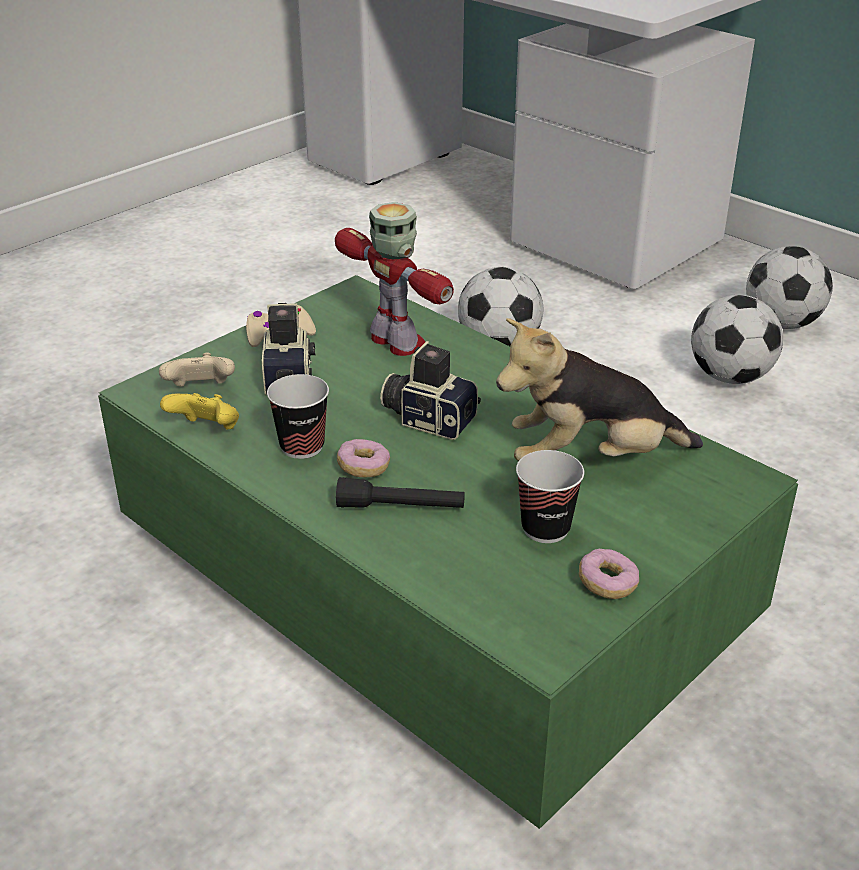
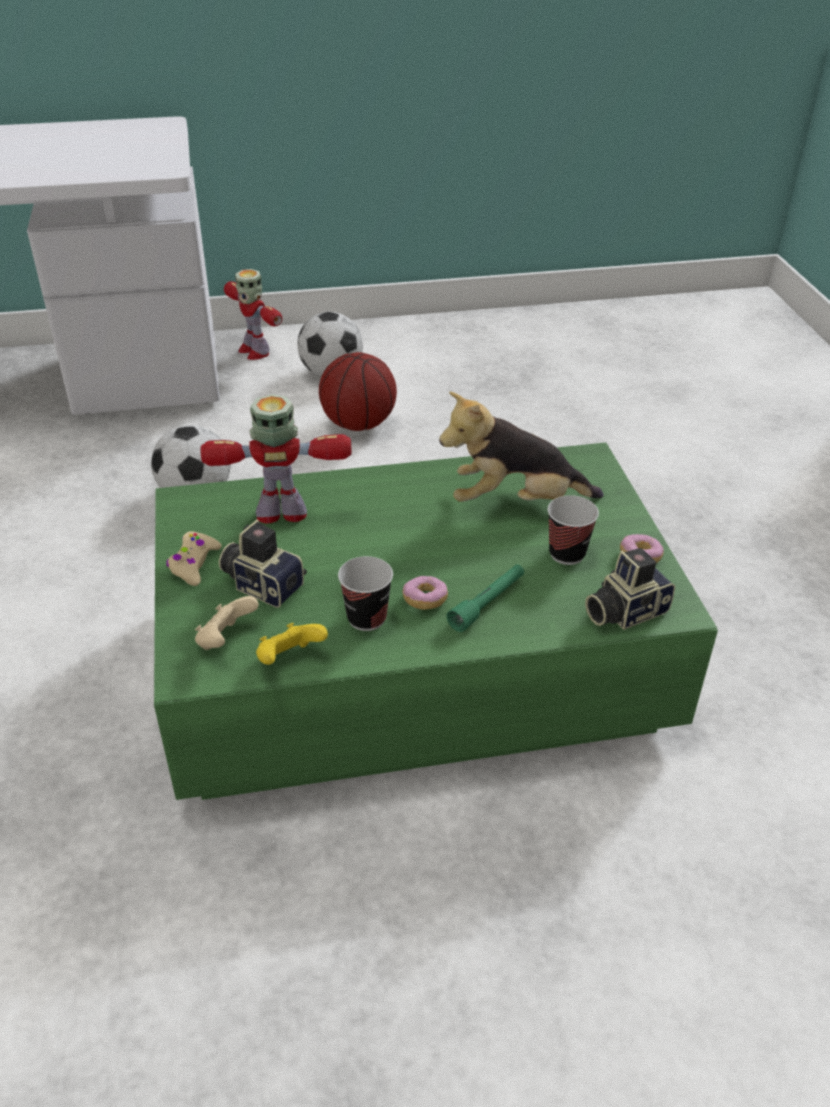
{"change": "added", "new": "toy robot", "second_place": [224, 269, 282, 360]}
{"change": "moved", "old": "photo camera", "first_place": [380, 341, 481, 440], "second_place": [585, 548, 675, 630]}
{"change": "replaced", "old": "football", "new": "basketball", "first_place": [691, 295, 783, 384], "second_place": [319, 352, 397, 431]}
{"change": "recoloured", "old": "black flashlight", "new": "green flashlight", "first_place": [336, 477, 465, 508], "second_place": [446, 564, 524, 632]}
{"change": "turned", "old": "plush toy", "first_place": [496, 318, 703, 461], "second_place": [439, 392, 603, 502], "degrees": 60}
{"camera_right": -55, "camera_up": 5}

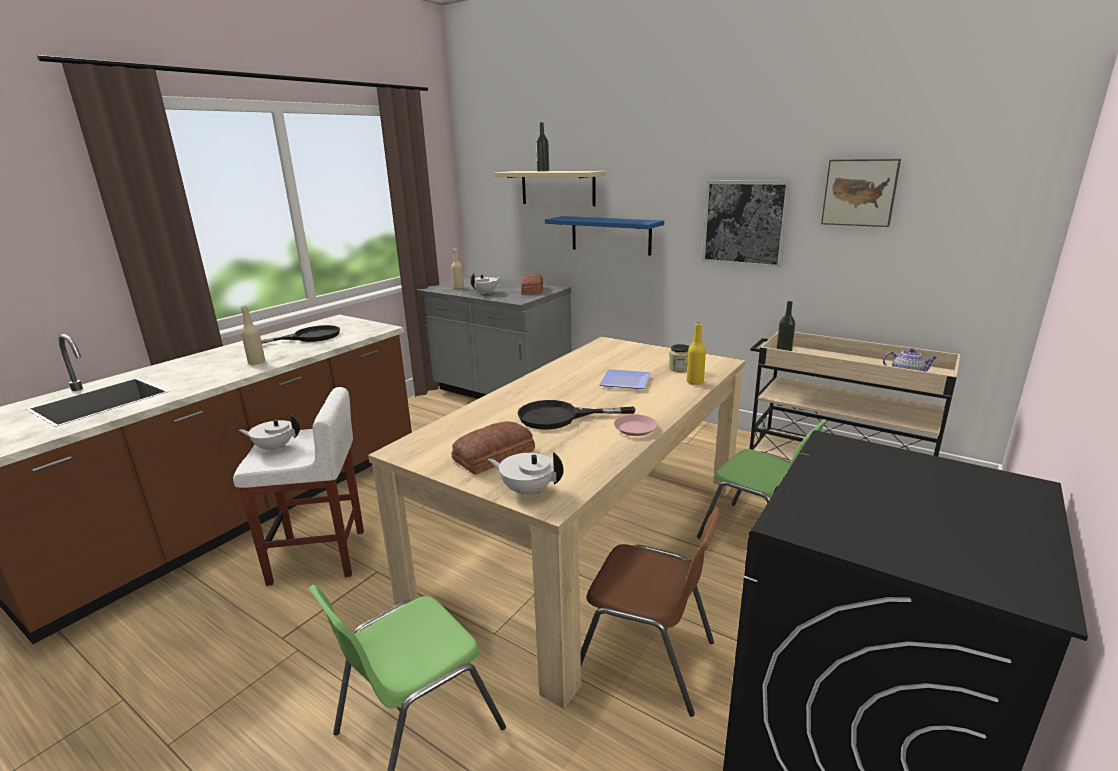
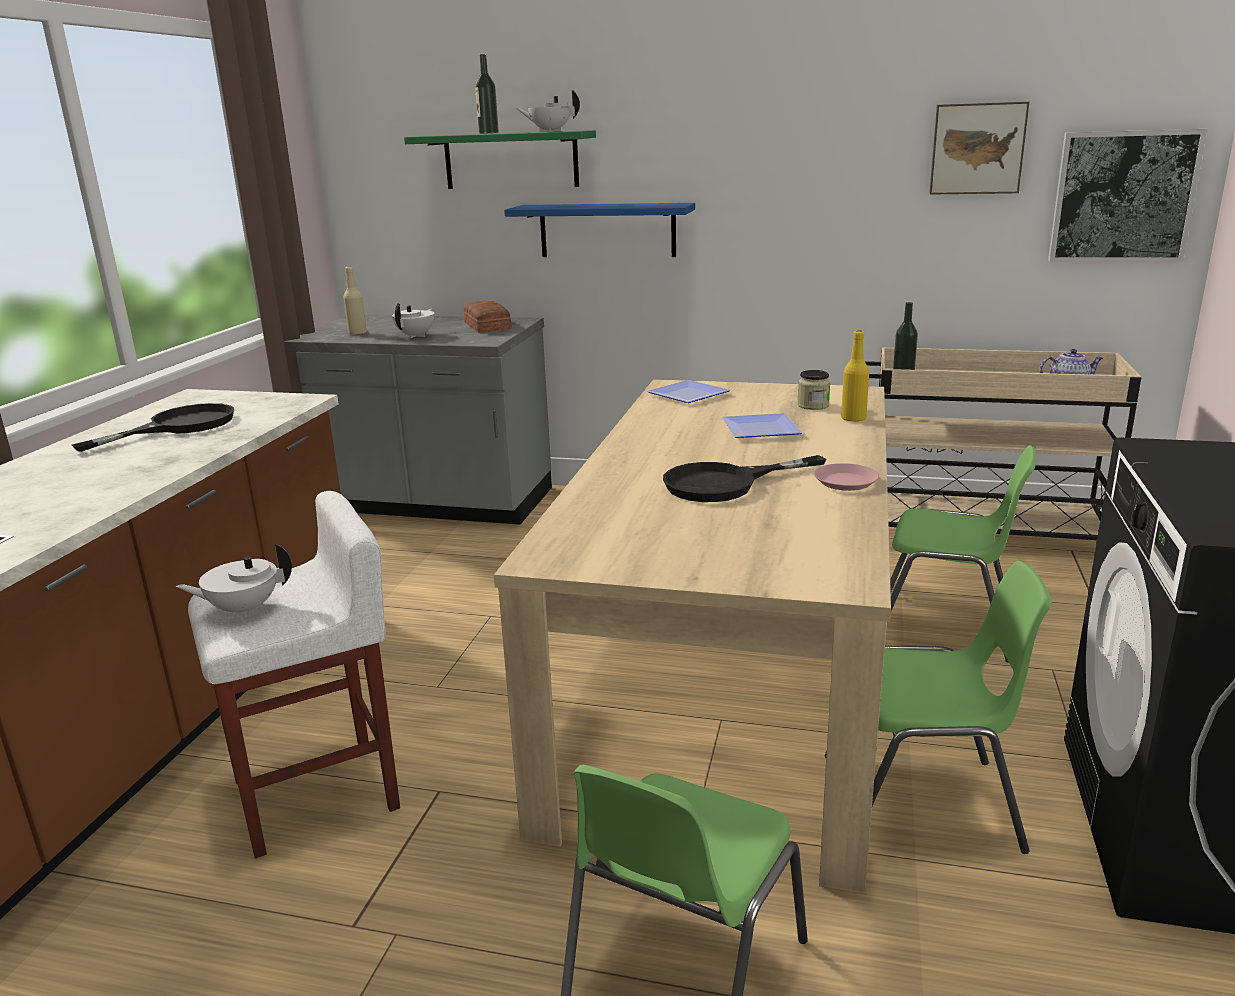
{"change": "removed", "old": "beige bottle", "first_place": [241, 306, 265, 365]}
{"change": "removed", "old": "bread", "first_place": [452, 421, 535, 475]}
{"change": "added", "new": "plate", "second_place": [647, 380, 730, 403]}
{"change": "moved", "old": "white teapot", "first_place": [488, 452, 564, 498], "second_place": [516, 90, 580, 132]}
{"change": "moved", "old": "picture", "first_place": [702, 180, 791, 268], "second_place": [1048, 129, 1207, 262]}
{"change": "recoloured", "old": "beige shelf", "new": "green shelf", "first_place": [493, 171, 606, 206], "second_place": [404, 130, 596, 189]}
{"change": "recoloured", "old": "brown chair", "new": "green chair", "first_place": [581, 508, 721, 717], "second_place": [825, 561, 1052, 854]}
{"camera_right": -20, "camera_up": 0}

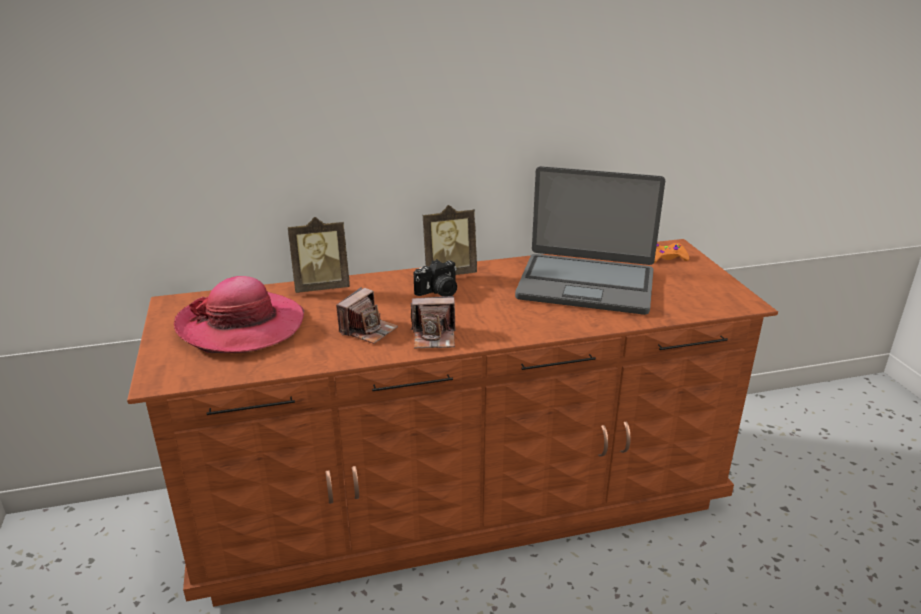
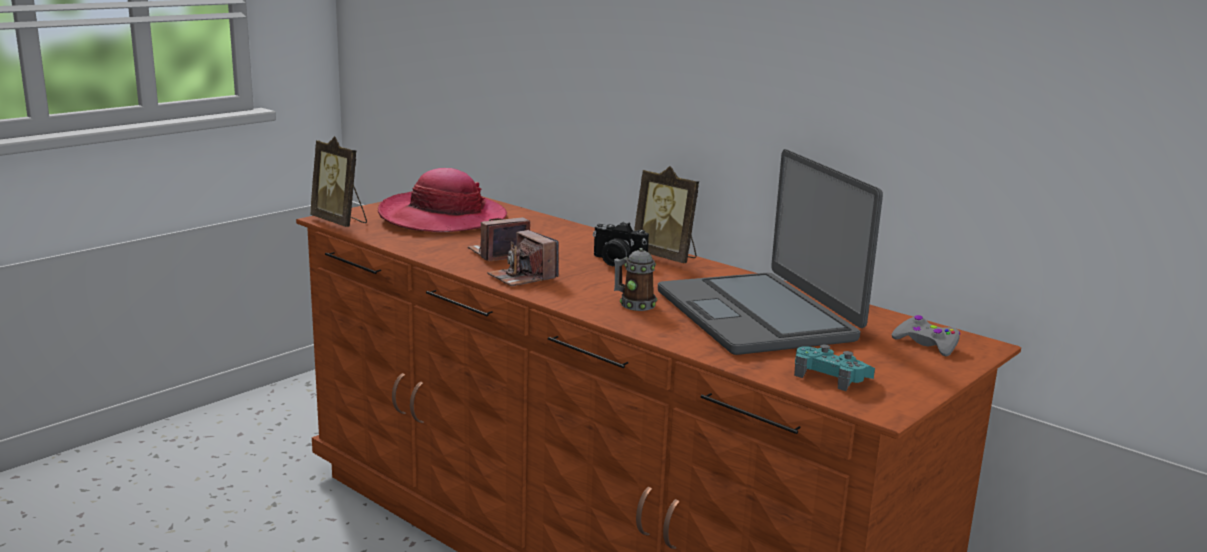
{"change": "added", "new": "mug", "second_place": [614, 248, 657, 311]}
{"change": "added", "new": "turquoise game controller", "second_place": [794, 345, 875, 391]}
{"change": "moved", "old": "picture frame", "first_place": [288, 217, 350, 293], "second_place": [310, 136, 367, 227]}
{"change": "recoloured", "old": "orange game controller", "new": "grey game controller", "first_place": [654, 243, 689, 263], "second_place": [892, 315, 960, 356]}
{"change": "turned", "old": "photo camera", "first_place": [336, 287, 398, 344], "second_place": [468, 217, 530, 261], "degrees": 150}
{"camera_right": 55, "camera_up": -10}

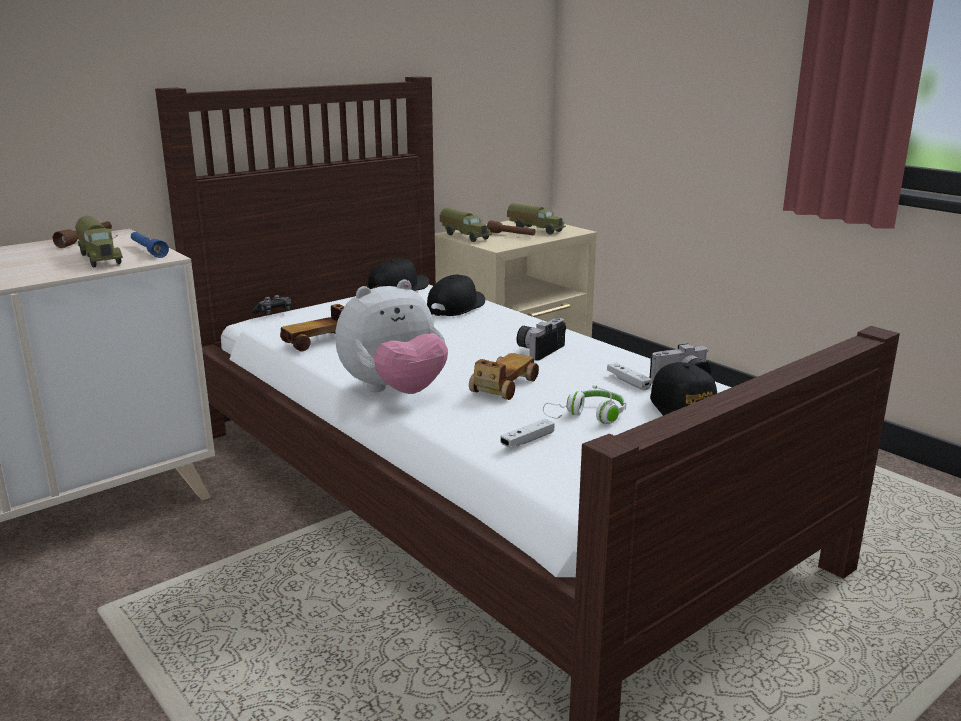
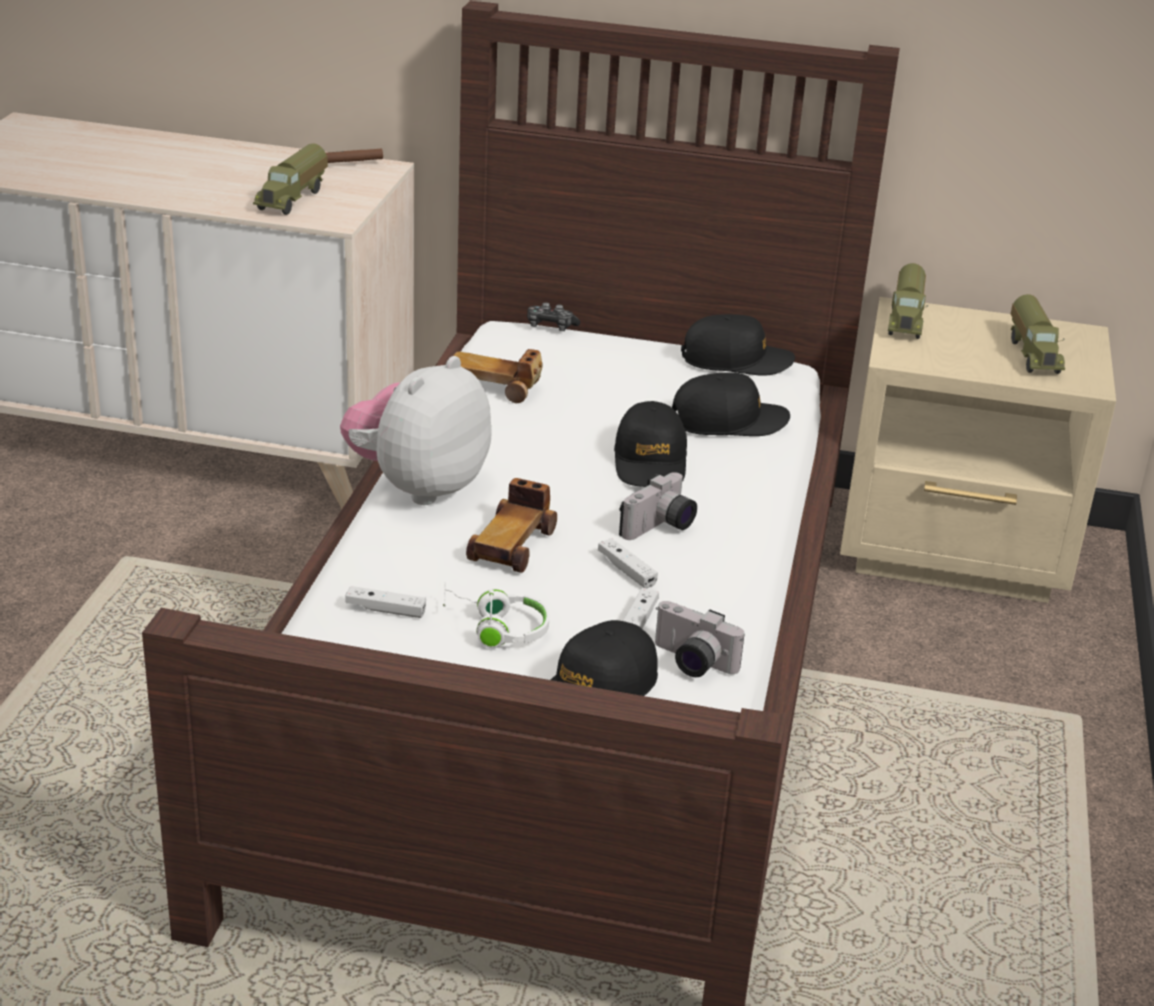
{"change": "removed", "old": "blue flashlight", "first_place": [131, 232, 169, 258]}
{"change": "removed", "old": "brown flashlight", "first_place": [487, 221, 536, 236]}
{"change": "added", "new": "white game controller", "second_place": [598, 538, 658, 588]}
{"change": "added", "new": "black cap", "second_place": [614, 401, 687, 487]}
{"change": "turned", "old": "plush toy", "first_place": [335, 279, 448, 394], "second_place": [340, 356, 492, 505], "degrees": 105}
{"change": "turned", "old": "toy car", "first_place": [469, 353, 539, 400], "second_place": [466, 478, 557, 573], "degrees": 120}
{"change": "turned", "old": "photo camera", "first_place": [517, 318, 566, 360], "second_place": [619, 472, 697, 540], "degrees": 135}
{"camera_right": 50, "camera_up": 10}

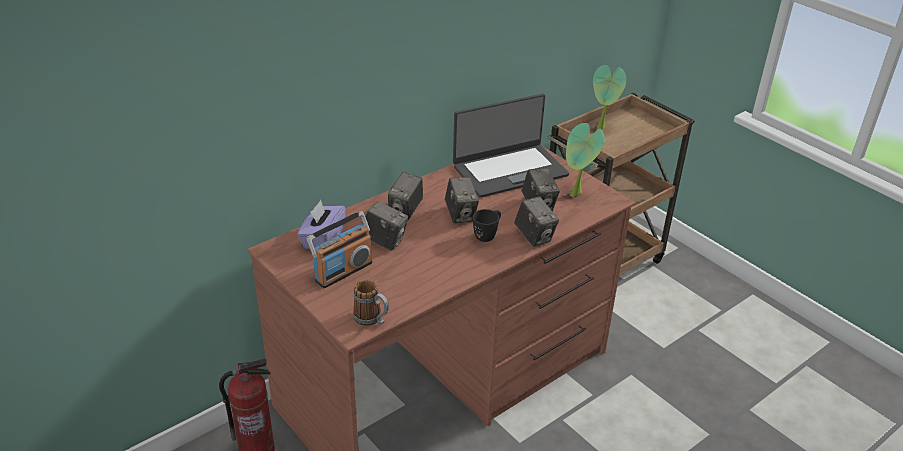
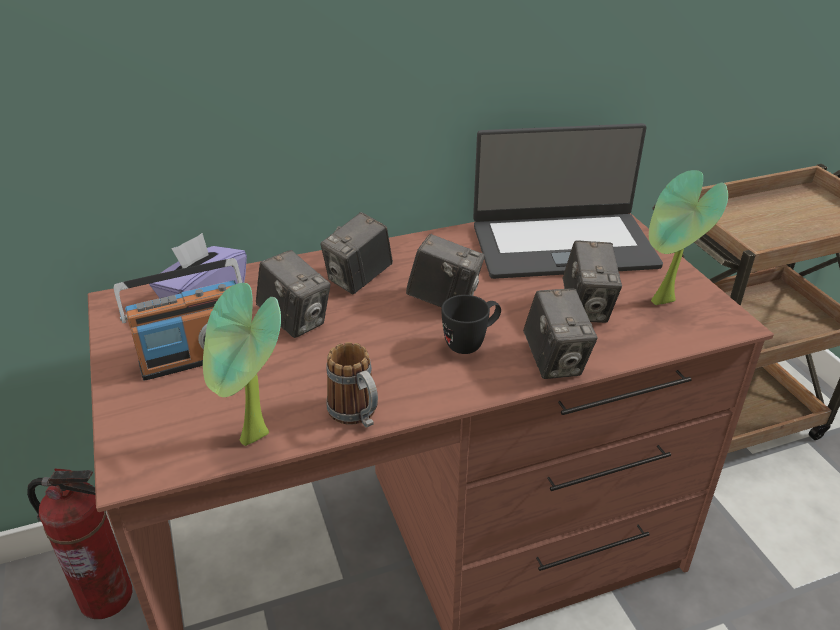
{"change": "moved", "old": "mug", "first_place": [353, 280, 389, 326], "second_place": [326, 342, 378, 428]}
{"change": "moved", "old": "potted plant", "first_place": [593, 65, 626, 130], "second_place": [203, 283, 281, 446]}
{"change": "turned", "old": "photo camera", "first_place": [445, 177, 479, 223], "second_place": [406, 234, 484, 307], "degrees": -75}
{"camera_right": 20, "camera_up": 0}

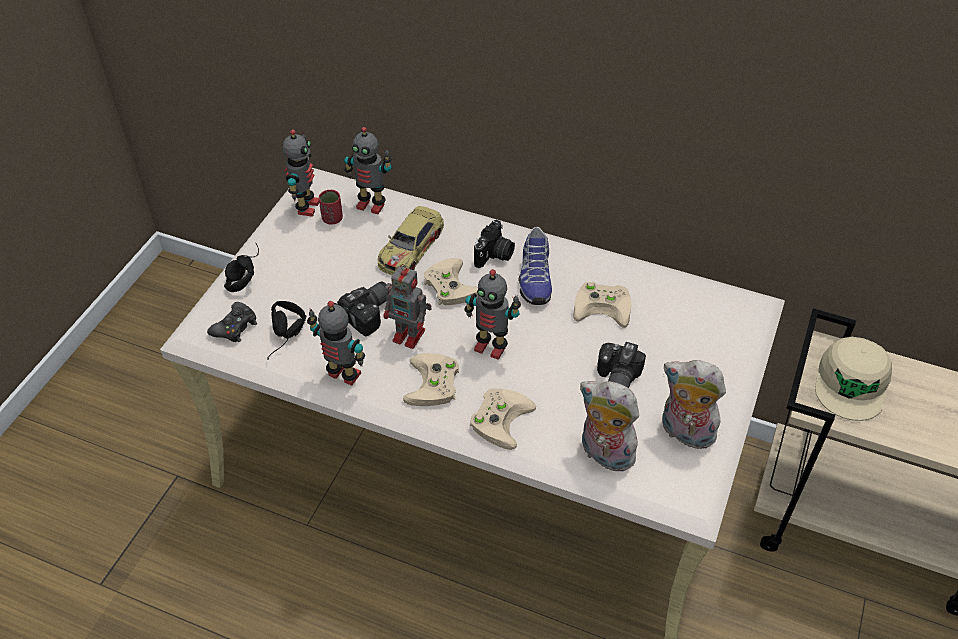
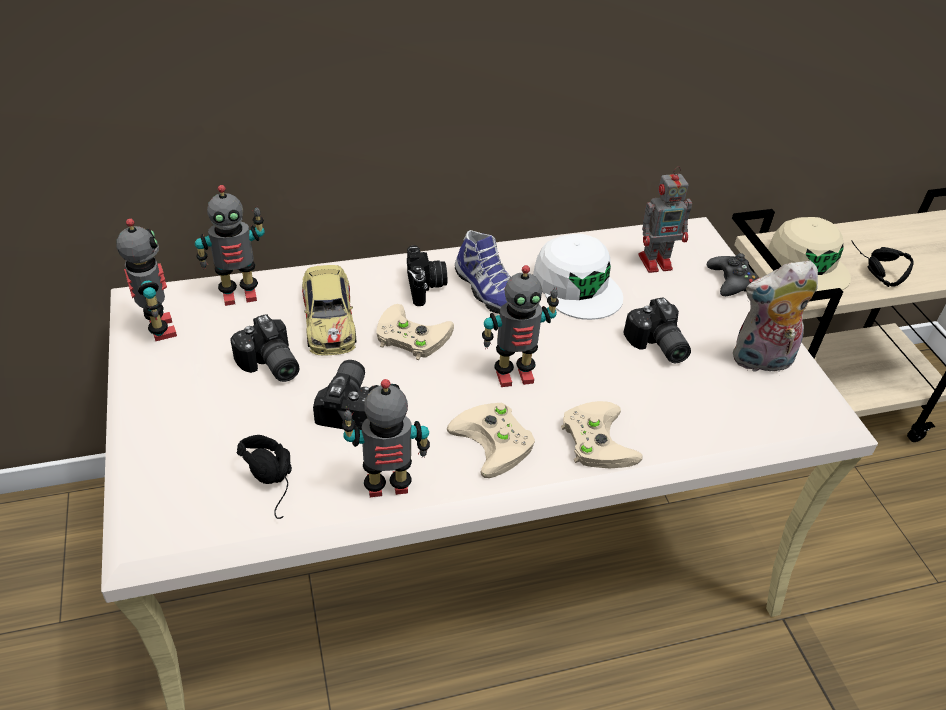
{"change": "removed", "old": "red cup", "first_place": [319, 190, 343, 225]}
{"change": "removed", "old": "plush toy", "first_place": [579, 381, 639, 471]}
{"change": "added", "new": "photo camera", "second_place": [231, 314, 299, 382]}
{"change": "moved", "old": "black game controller", "first_place": [207, 302, 257, 342], "second_place": [707, 253, 757, 296]}
{"change": "moved", "old": "black headphones", "first_place": [224, 244, 259, 292], "second_place": [851, 240, 914, 287]}
{"change": "moved", "old": "toy robot", "first_place": [383, 264, 432, 349], "second_place": [638, 166, 692, 273]}
{"change": "replaced", "old": "beige game controller", "new": "white cap", "first_place": [573, 282, 631, 328], "second_place": [533, 234, 623, 320]}
{"camera_right": -40, "camera_up": -5}

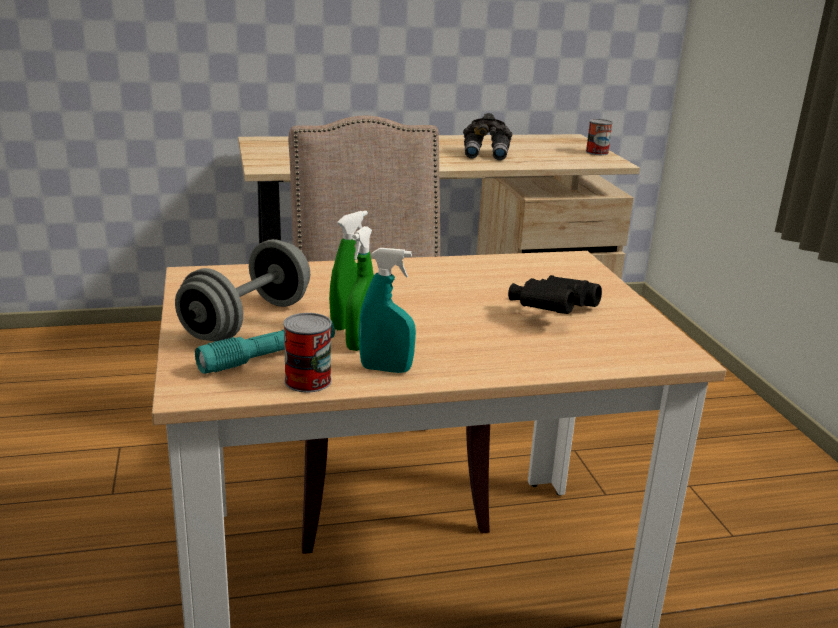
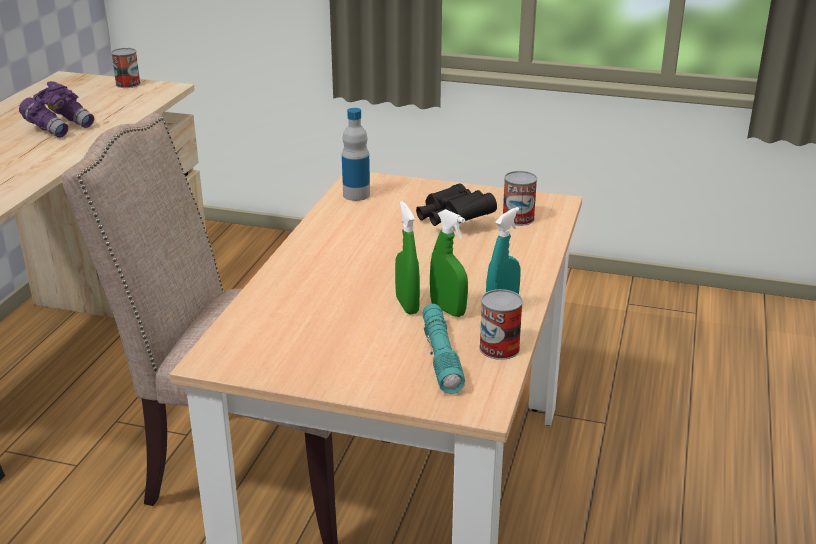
{"change": "removed", "old": "grey dumbbell", "first_place": [175, 239, 310, 342]}
{"change": "added", "new": "bottle", "second_place": [342, 108, 370, 201]}
{"change": "added", "new": "can", "second_place": [503, 171, 537, 226]}
{"change": "recoloured", "old": "grey binoculars", "new": "purple binoculars", "first_place": [463, 113, 512, 160], "second_place": [19, 81, 94, 138]}
{"camera_right": -60, "camera_up": 5}

